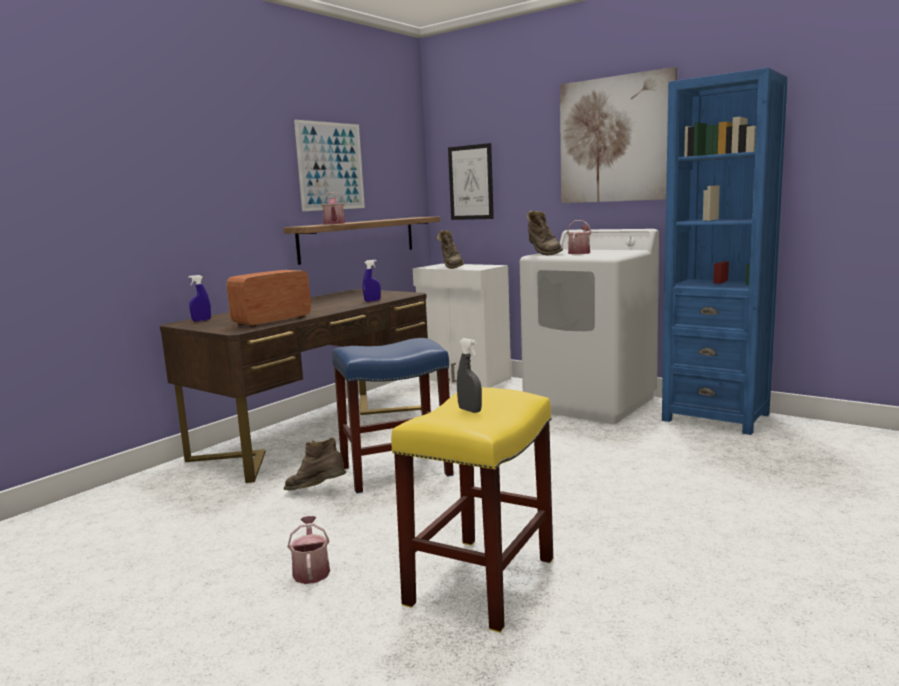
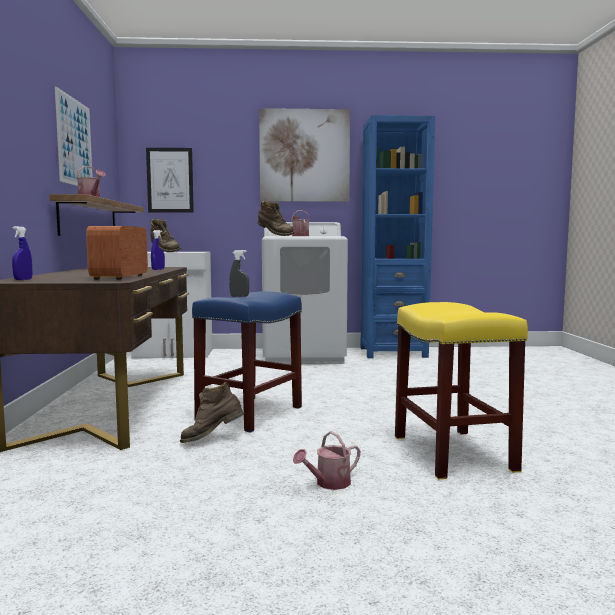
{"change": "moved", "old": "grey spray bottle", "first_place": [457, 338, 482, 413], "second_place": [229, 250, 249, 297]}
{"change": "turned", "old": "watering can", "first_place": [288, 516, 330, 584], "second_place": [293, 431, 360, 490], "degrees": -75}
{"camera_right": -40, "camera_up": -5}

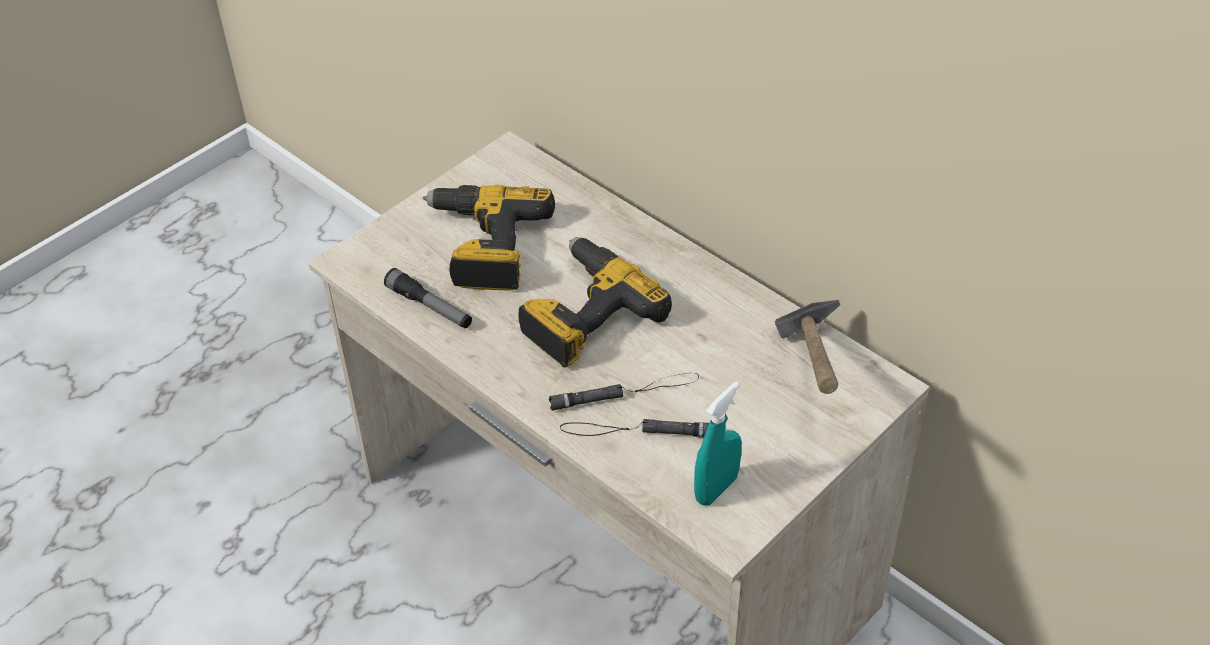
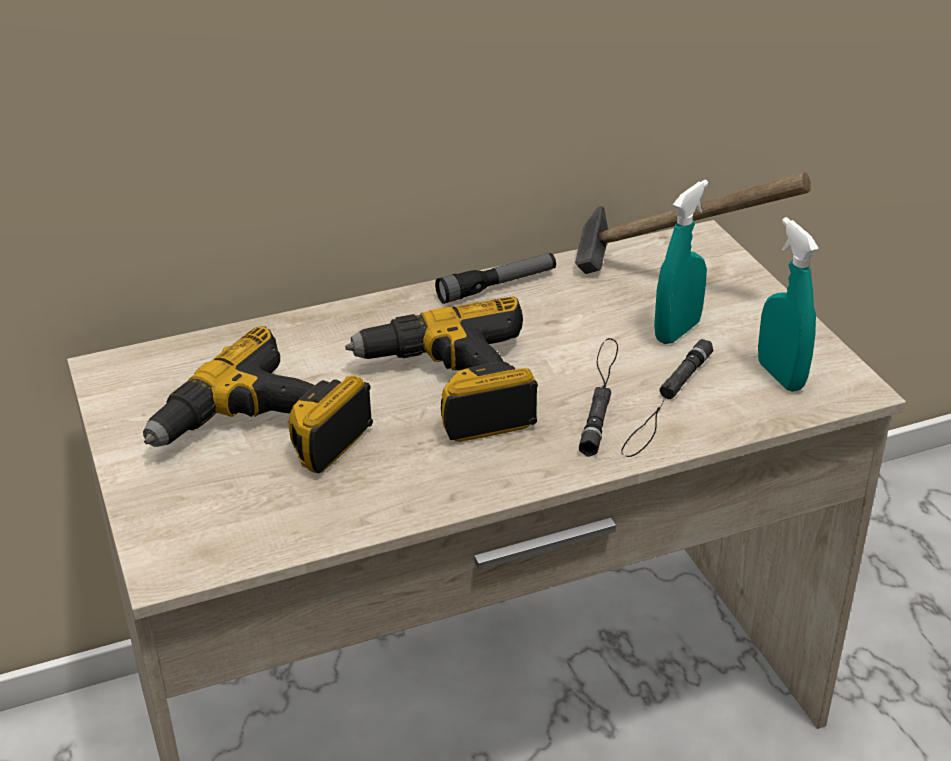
{"change": "added", "new": "turquoise spray bottle", "second_place": [654, 180, 708, 344]}
{"change": "moved", "old": "flashlight", "first_place": [384, 268, 472, 328], "second_place": [435, 253, 556, 304]}
{"camera_right": -65, "camera_up": -10}

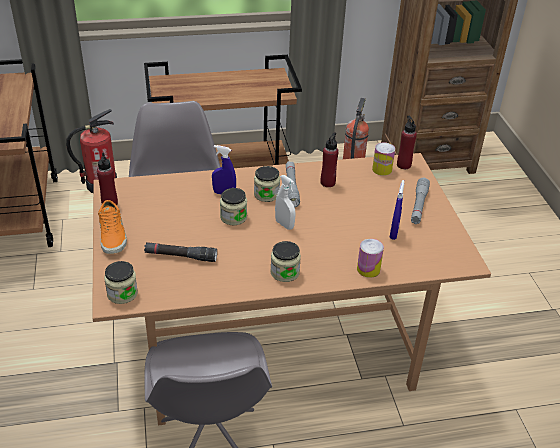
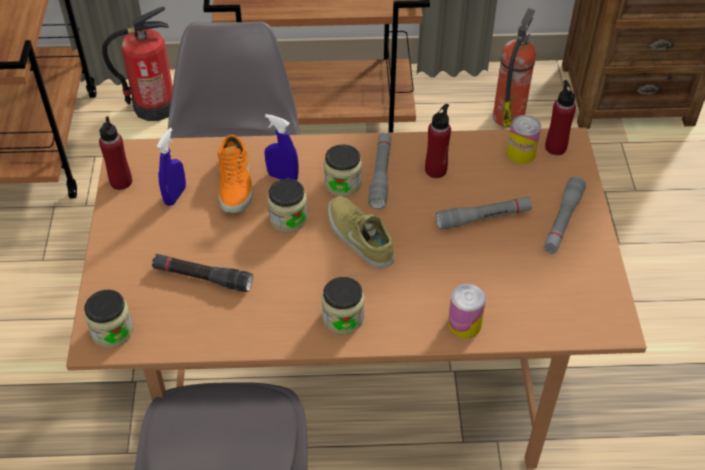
{"change": "added", "new": "grey flashlight", "second_place": [436, 196, 532, 230]}
{"change": "moved", "old": "orange shoe", "first_place": [98, 200, 127, 254], "second_place": [218, 135, 253, 213]}
{"change": "moved", "old": "blue spray bottle", "first_place": [390, 180, 404, 240], "second_place": [156, 128, 186, 206]}
{"change": "replaced", "old": "white spray bottle", "new": "beige shoe", "first_place": [275, 175, 296, 230], "second_place": [328, 196, 394, 269]}
{"camera_right": 10, "camera_up": 10}

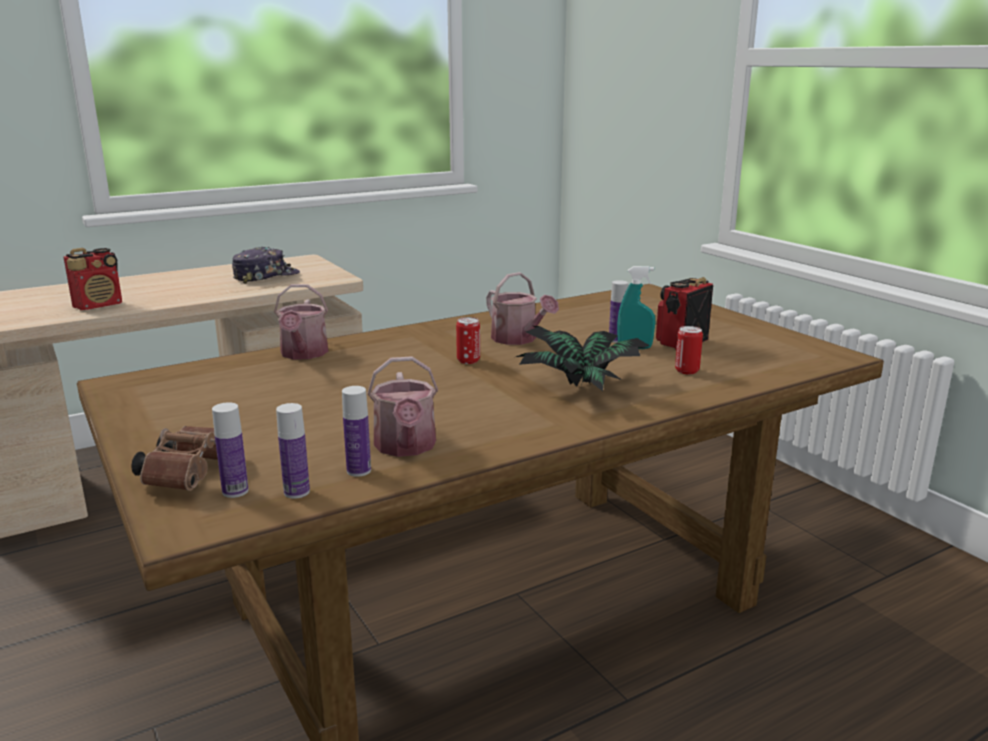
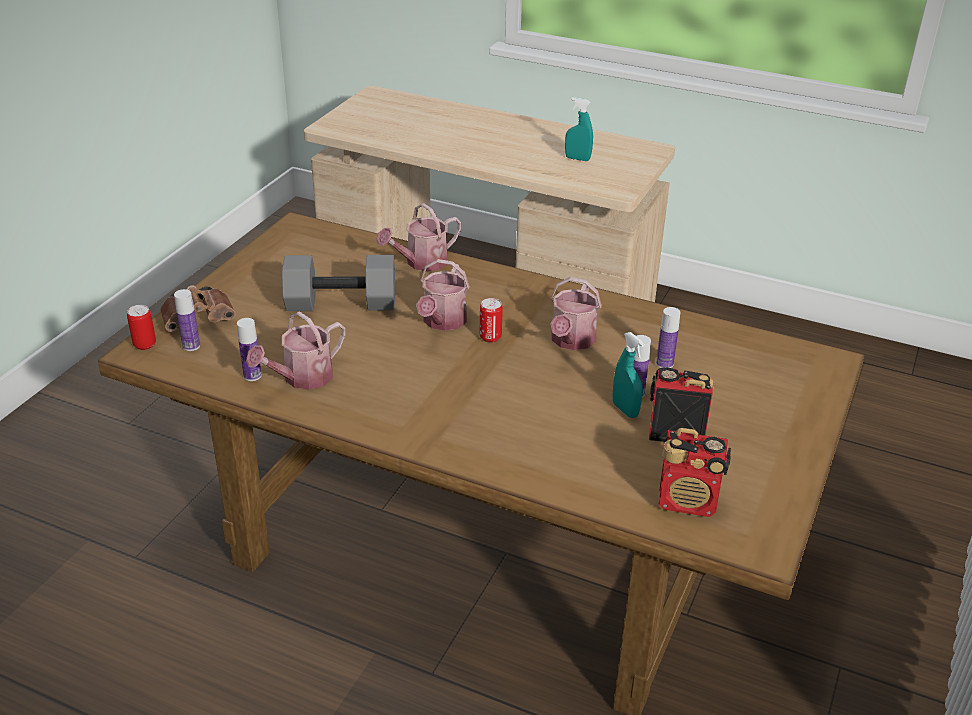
{"change": "removed", "old": "potted plant", "first_place": [516, 326, 650, 391]}
{"change": "added", "new": "grey dumbbell", "second_place": [282, 255, 395, 311]}
{"change": "added", "new": "watering can", "second_place": [416, 259, 470, 331]}
{"change": "moved", "old": "radio", "first_place": [63, 248, 122, 310], "second_place": [659, 428, 731, 517]}
{"change": "moved", "old": "bottle", "first_place": [276, 403, 310, 499], "second_place": [656, 307, 680, 368]}
{"change": "moved", "old": "can", "first_place": [675, 326, 703, 375], "second_place": [127, 305, 156, 350]}
{"change": "replaced", "old": "cap", "new": "turquoise spray bottle", "first_place": [232, 247, 300, 284], "second_place": [565, 97, 593, 161]}
{"camera_right": 55, "camera_up": 15}

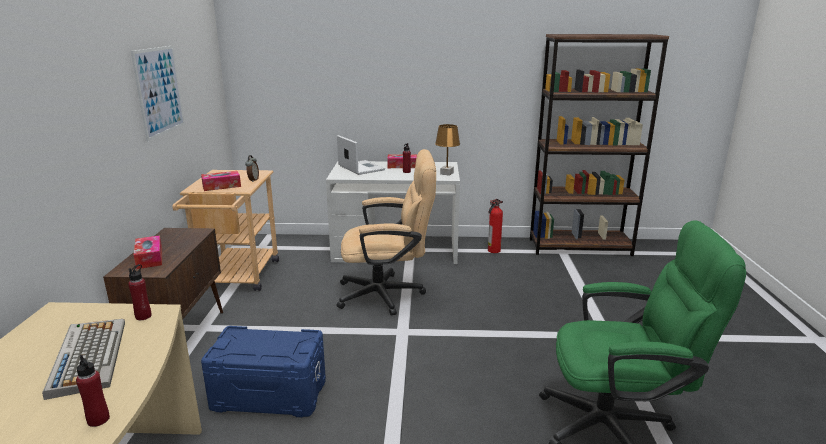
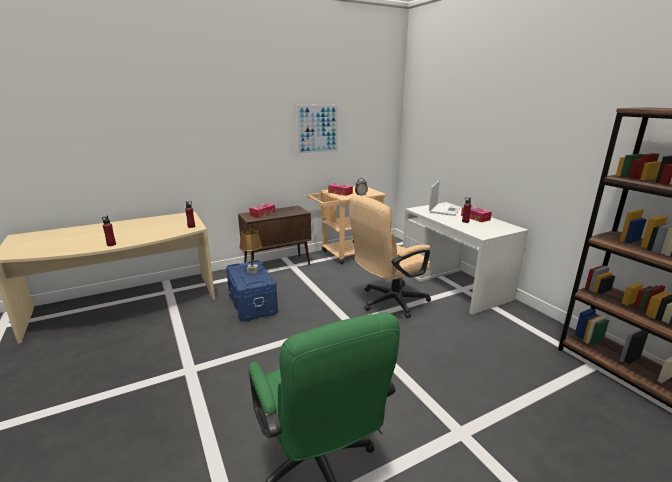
{"change": "removed", "old": "keyboard", "first_place": [42, 319, 125, 400]}
{"change": "removed", "old": "fire extinguisher", "first_place": [488, 199, 503, 253]}
{"change": "moved", "old": "brown table lamp", "first_place": [435, 124, 460, 176], "second_place": [239, 229, 262, 274]}
{"change": "turned", "old": "beige office chair", "first_place": [337, 149, 436, 316], "second_place": [349, 195, 431, 318], "degrees": 90}
{"camera_right": 60, "camera_up": 0}

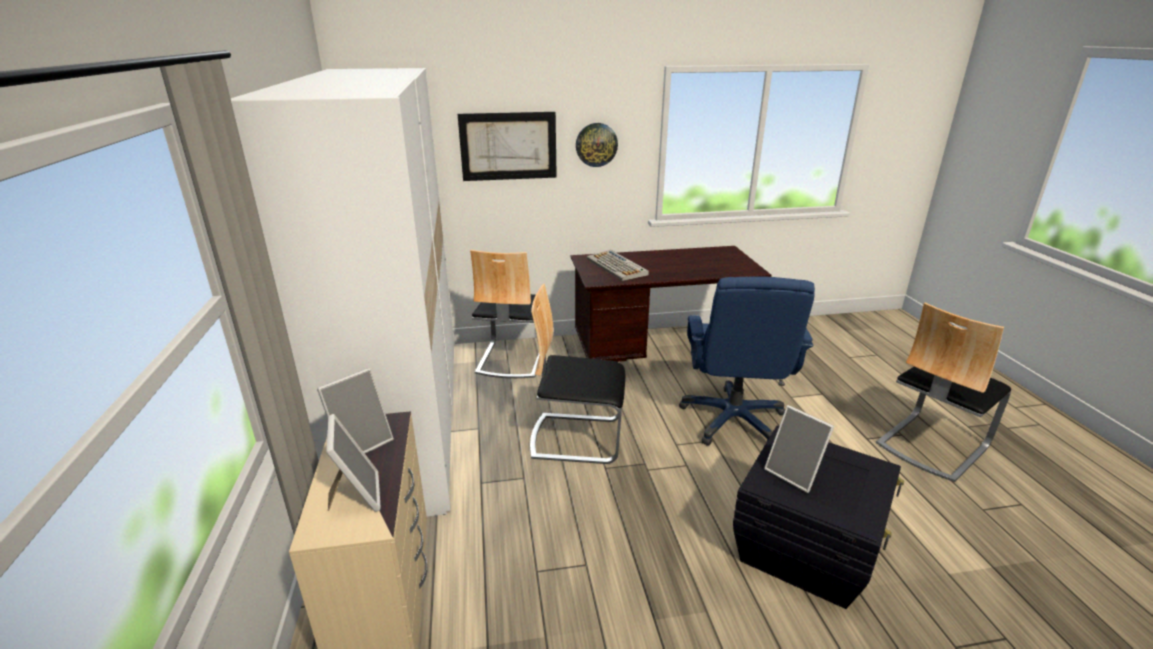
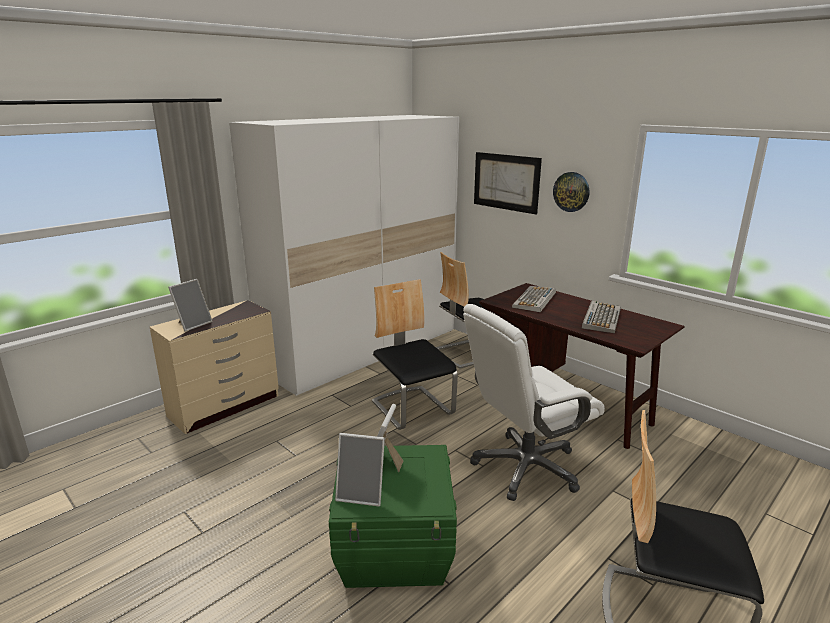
{"change": "added", "new": "keyboard", "second_place": [582, 301, 621, 333]}
{"change": "moved", "old": "picture frame", "first_place": [317, 368, 394, 453], "second_place": [335, 433, 385, 507]}
{"change": "recoloured", "old": "blue office chair", "new": "white office chair", "first_place": [679, 276, 815, 445], "second_place": [463, 304, 605, 501]}
{"change": "recoloured", "old": "black storage box", "new": "green storage box", "first_place": [733, 426, 904, 609], "second_place": [329, 445, 457, 588]}
{"camera_right": 55, "camera_up": -5}

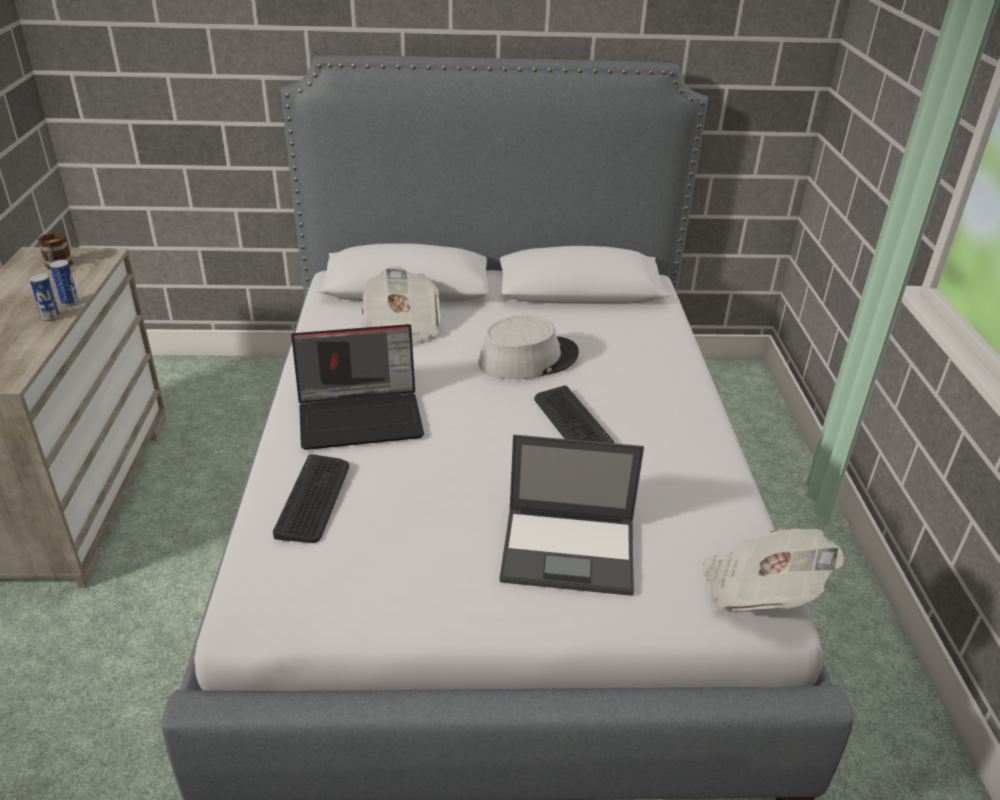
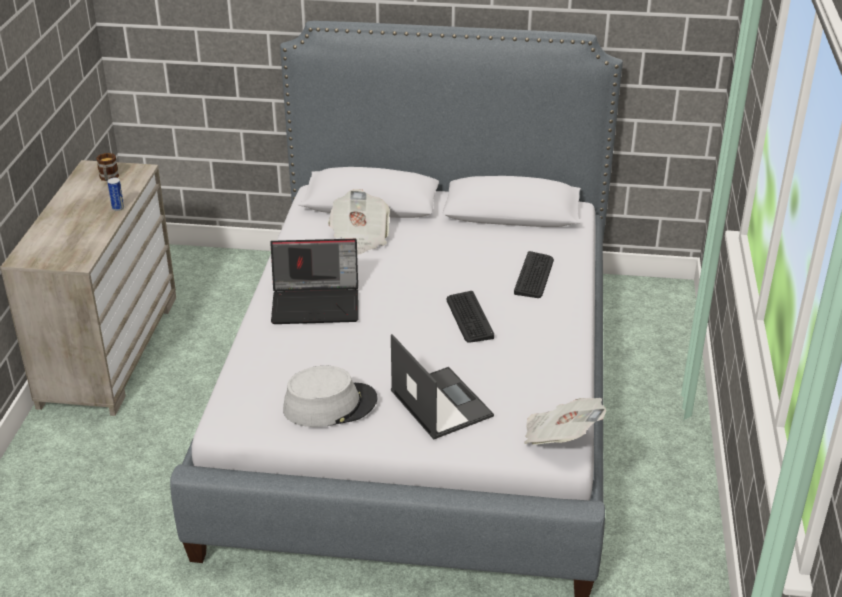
{"change": "removed", "old": "can", "first_place": [29, 273, 60, 322]}
{"change": "moved", "old": "keyboard", "first_place": [273, 454, 349, 543], "second_place": [514, 251, 554, 298]}
{"change": "moved", "old": "grey hat", "first_place": [479, 316, 579, 380], "second_place": [283, 366, 378, 427]}
{"change": "turned", "old": "laptop", "first_place": [499, 435, 644, 596], "second_place": [391, 334, 494, 440], "degrees": -135}
{"camera_right": 10, "camera_up": 0}

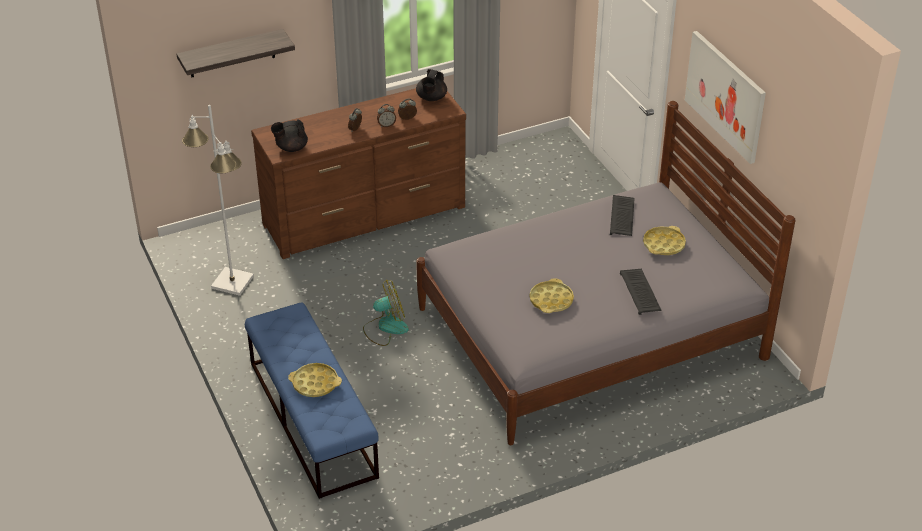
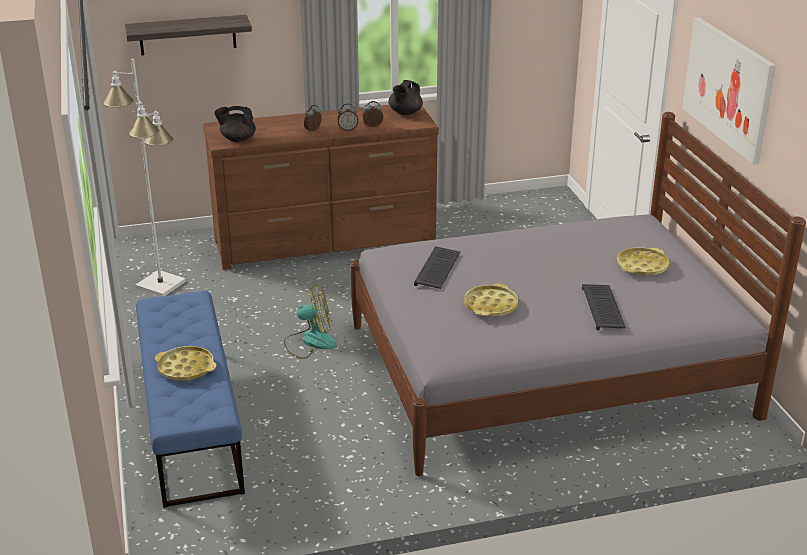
{"change": "moved", "old": "keyboard", "first_place": [610, 195, 635, 236], "second_place": [414, 246, 461, 289]}
{"camera_right": 10, "camera_up": -10}

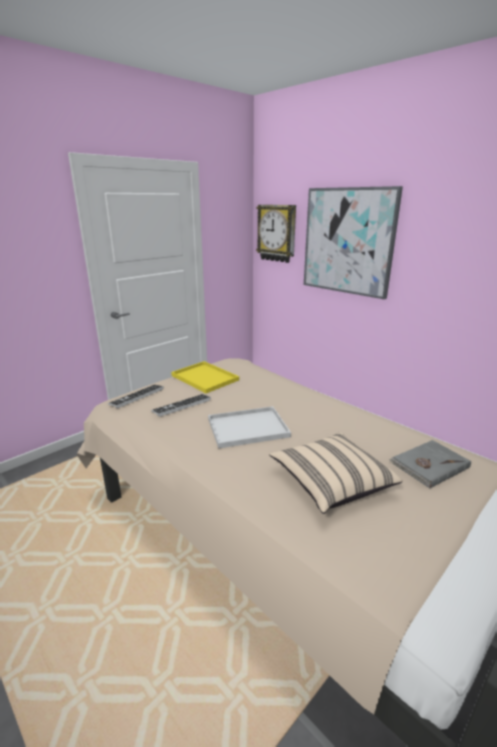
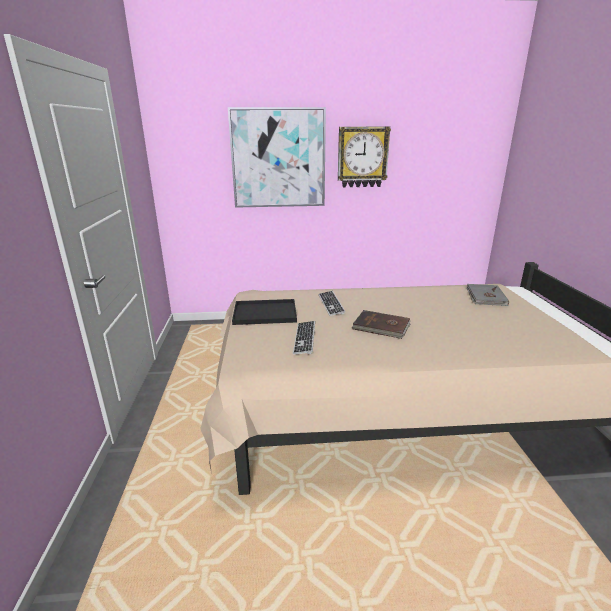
{"change": "removed", "old": "beige pillow", "first_place": [269, 432, 403, 514]}
{"change": "moved", "old": "keyboard", "first_place": [108, 385, 164, 408], "second_place": [319, 291, 345, 316]}
{"change": "moved", "old": "wall clock", "first_place": [256, 205, 296, 263], "second_place": [338, 126, 391, 188]}
{"change": "replaced", "old": "white tray", "new": "brown book", "first_place": [208, 406, 291, 448], "second_place": [352, 310, 411, 339]}
{"change": "recoloured", "old": "yellow tray", "new": "black tray", "first_place": [171, 361, 239, 393], "second_place": [232, 299, 297, 325]}
{"camera_right": -50, "camera_up": 0}

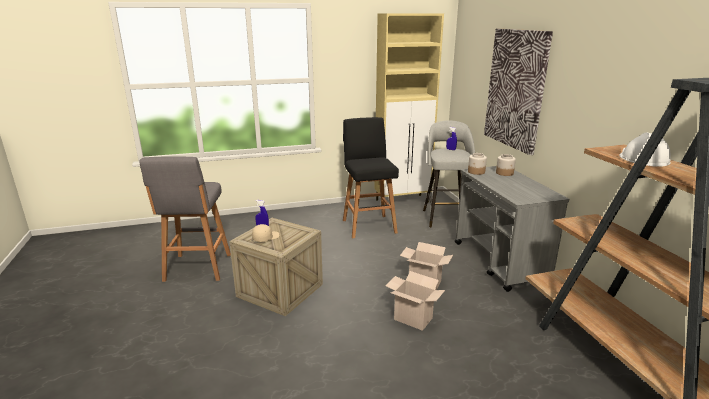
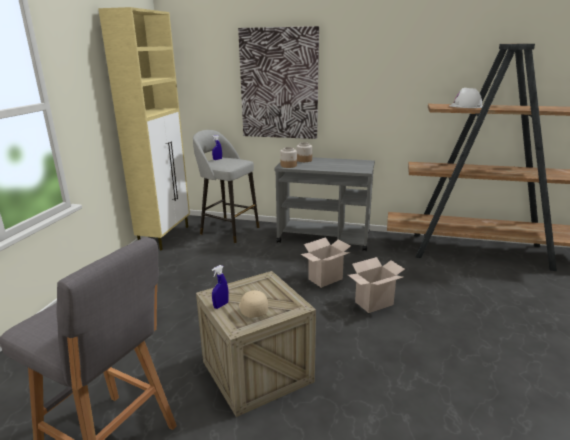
{"change": "removed", "old": "black stool", "first_place": [343, 117, 399, 238]}
{"camera_right": -60, "camera_up": 0}

